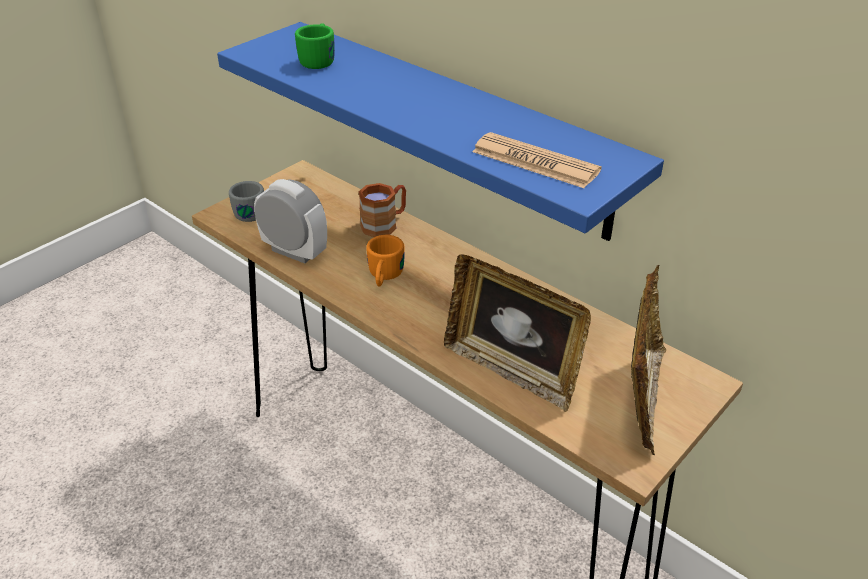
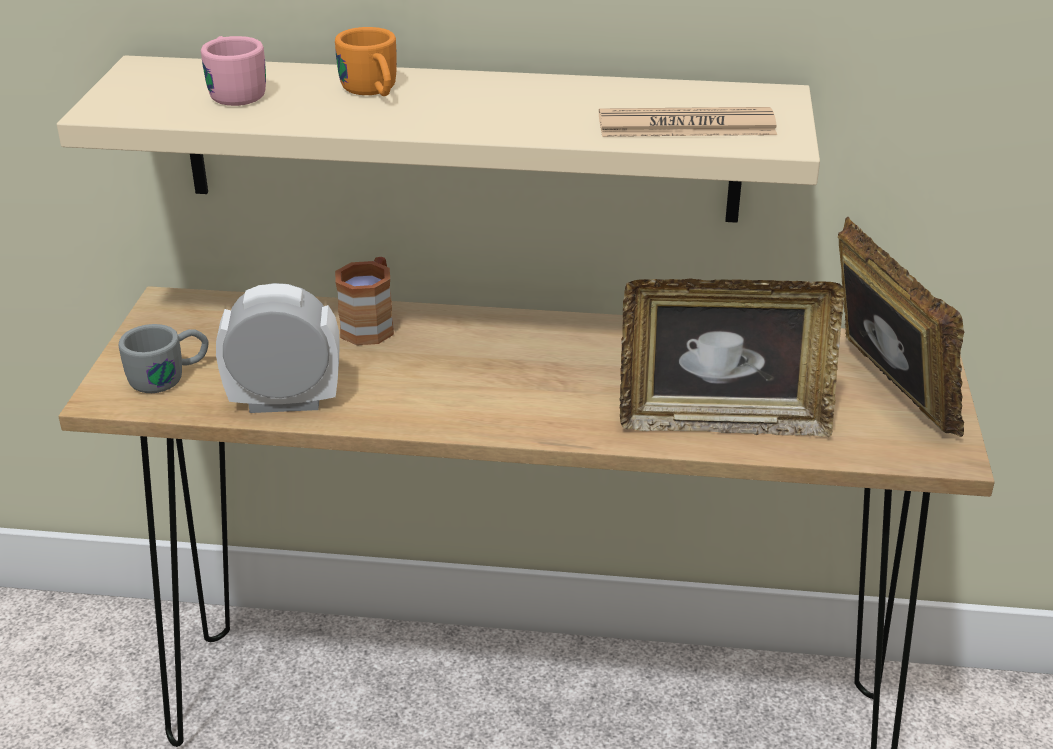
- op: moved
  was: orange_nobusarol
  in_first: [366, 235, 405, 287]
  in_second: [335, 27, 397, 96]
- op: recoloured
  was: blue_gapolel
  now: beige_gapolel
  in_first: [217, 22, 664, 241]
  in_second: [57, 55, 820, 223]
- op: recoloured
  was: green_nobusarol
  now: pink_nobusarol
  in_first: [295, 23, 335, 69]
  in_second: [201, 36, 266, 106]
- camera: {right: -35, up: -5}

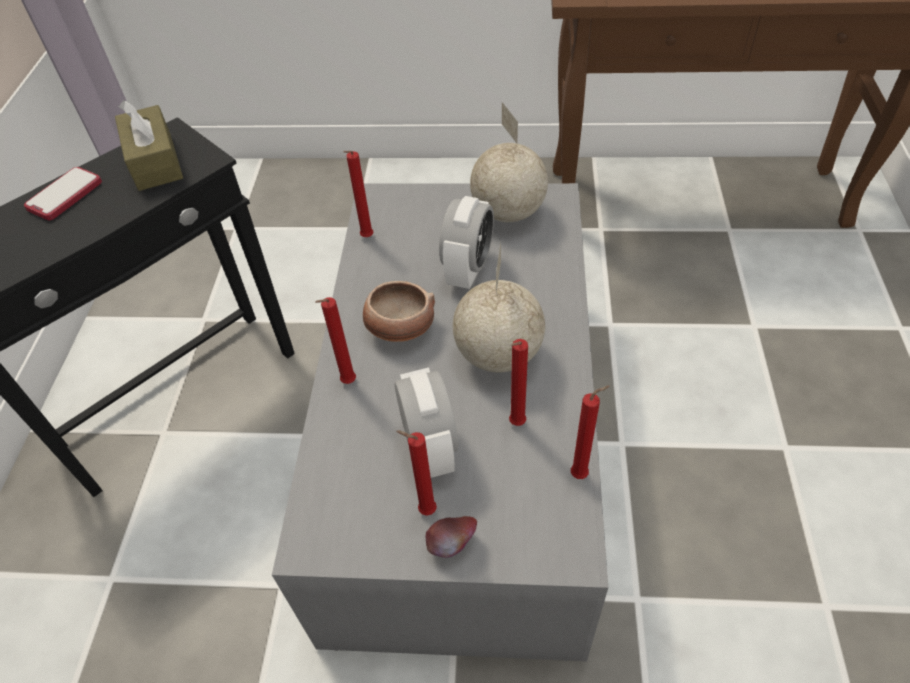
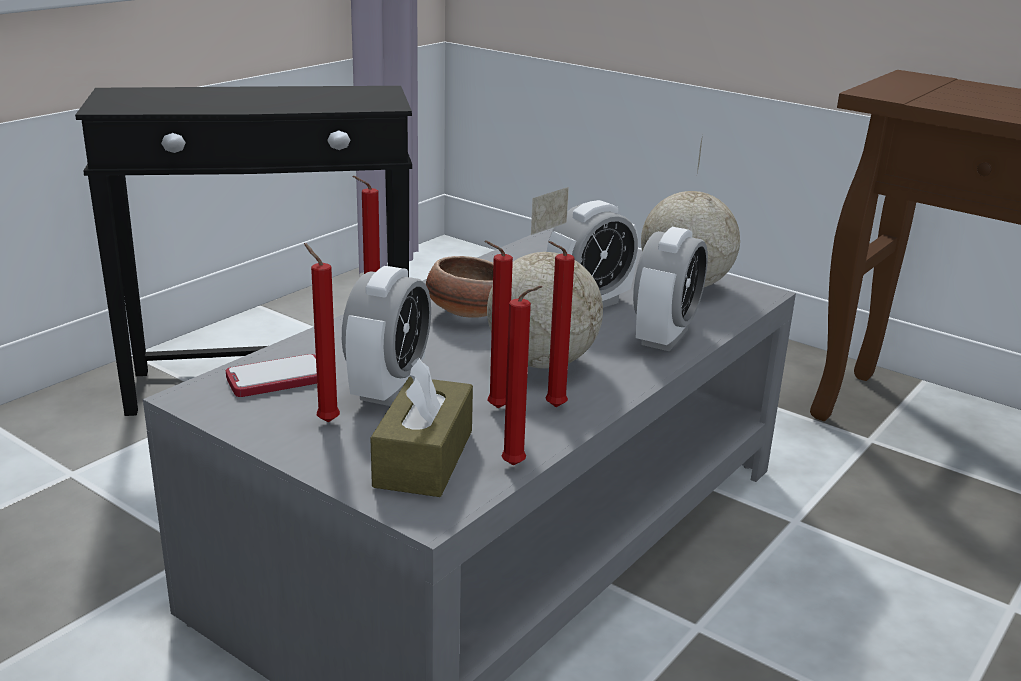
- op: removed
  was: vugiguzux
  in_first: [426, 516, 477, 558]
- op: added
  now: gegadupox
  in_second: [633, 227, 708, 351]
- op: moved
  was: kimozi
  in_first: [24, 167, 102, 220]
  in_second: [226, 354, 317, 397]
- op: moved
  was: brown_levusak
  in_first: [115, 100, 183, 191]
  in_second: [370, 357, 473, 497]
- op: moved
  was: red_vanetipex
  in_first: [344, 151, 374, 237]
  in_second: [545, 241, 575, 407]
- camera: {right: 30, up: -25}

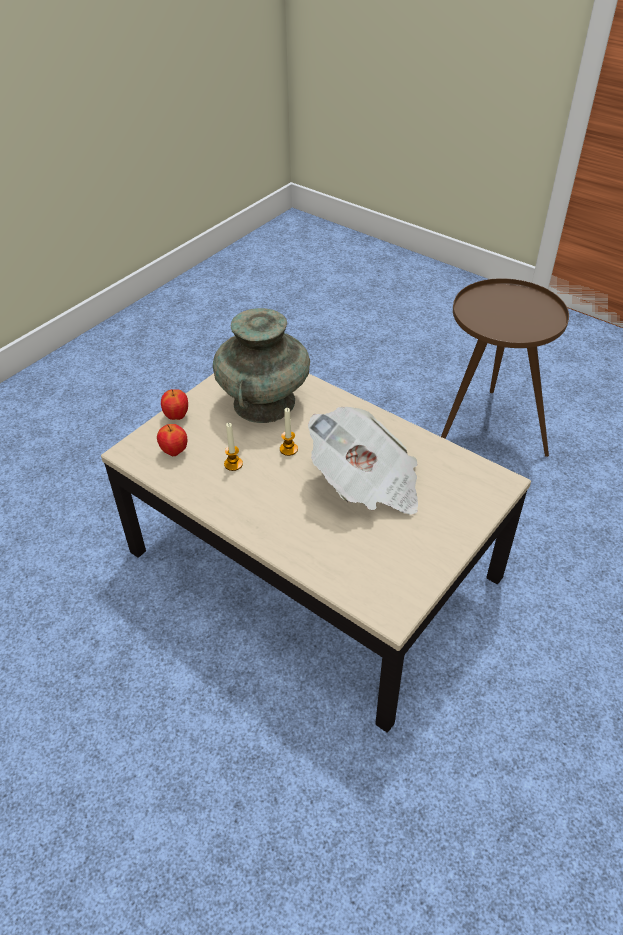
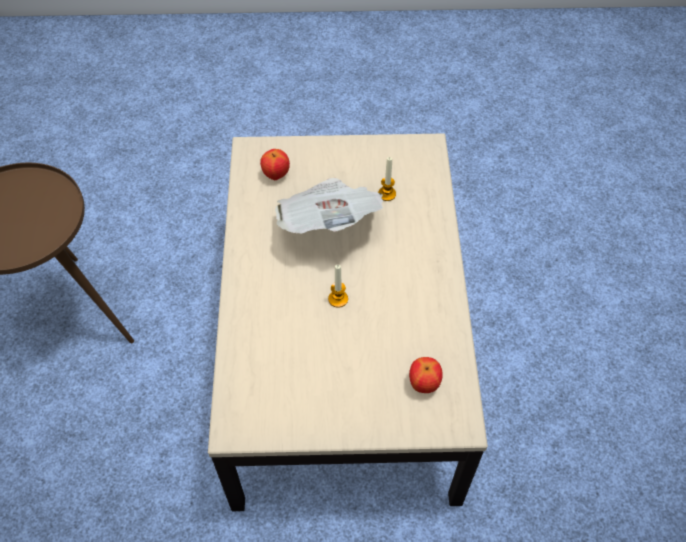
- op: removed
  was: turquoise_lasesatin
  in_first: [213, 308, 310, 423]
- op: moved
  was: vugiguzux
  in_first: [161, 389, 188, 420]
  in_second: [260, 149, 290, 180]
- op: moved
  was: vanetipex
  in_first: [224, 423, 243, 471]
  in_second: [378, 157, 396, 201]
- camera: {right: -130, up: 10}

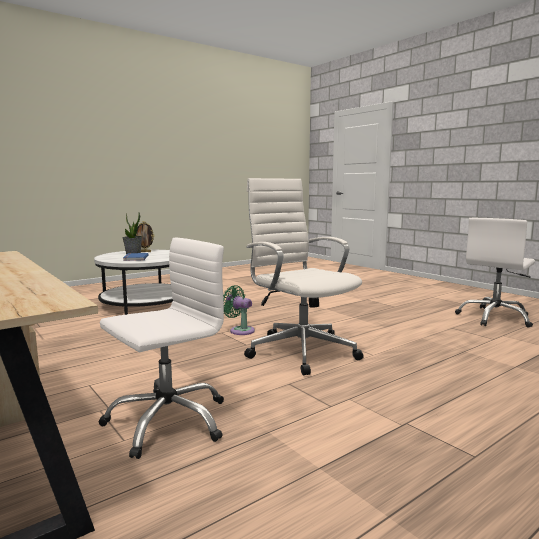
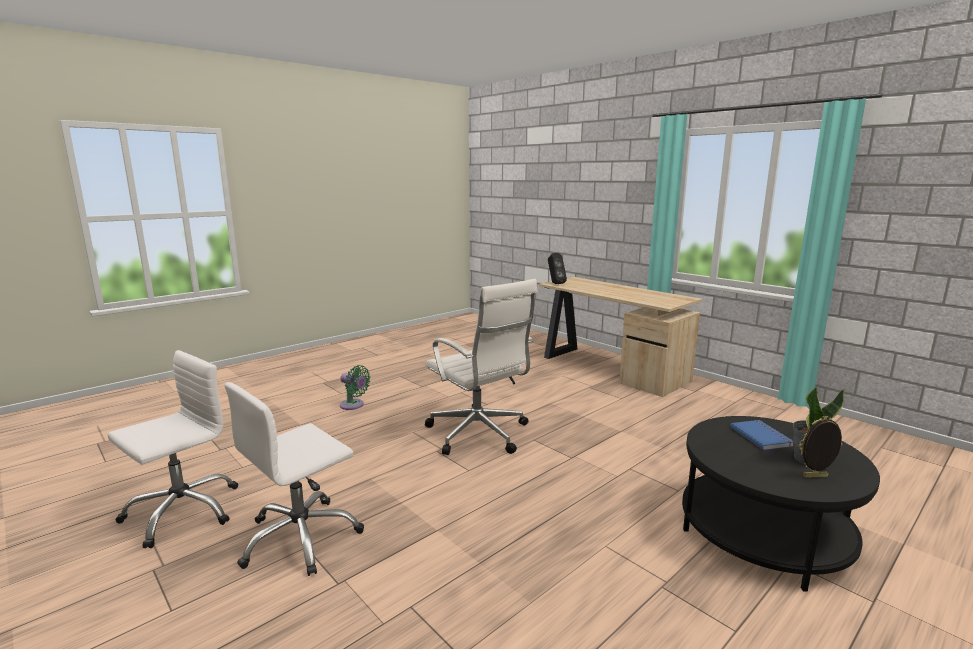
- op: added
  now: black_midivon
  in_second: [548, 253, 567, 284]
- op: moved
  was: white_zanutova
  in_first: [99, 238, 224, 459]
  in_second: [224, 382, 364, 576]
- op: moved
  was: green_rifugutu
  in_first: [223, 285, 255, 335]
  in_second: [340, 365, 370, 410]
- op: recoloured
  was: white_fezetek
  now: black_fezetek
  in_first: [94, 250, 173, 315]
  in_second: [682, 416, 880, 592]
- camera: {right: 175, up: 5}

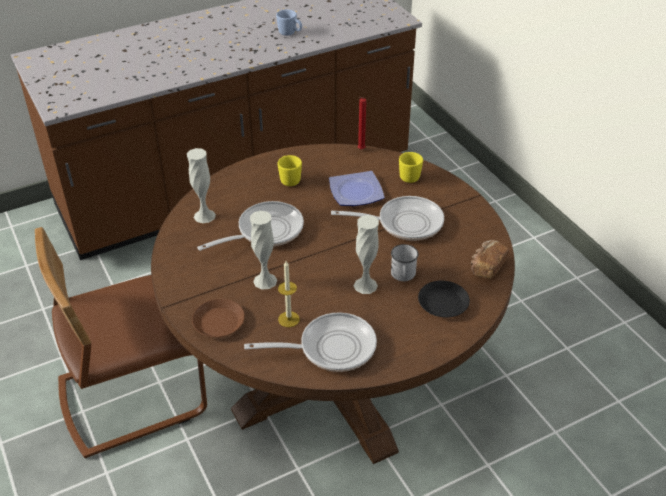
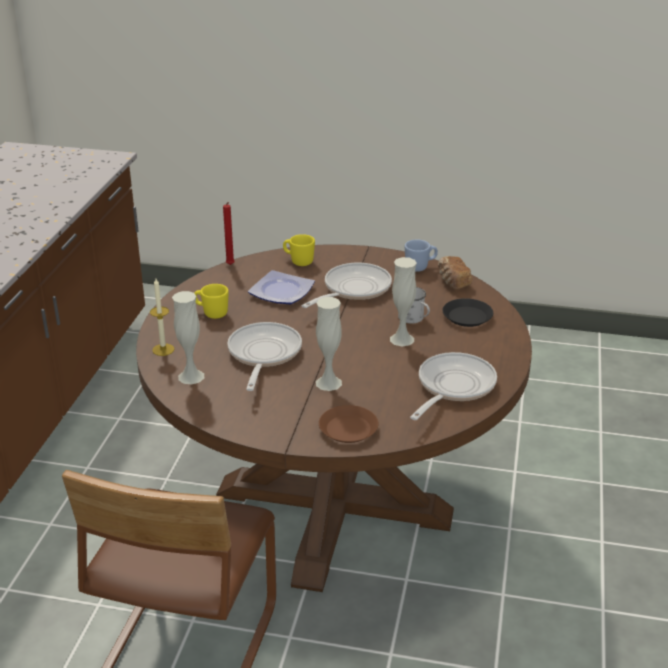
- op: moved
  was: blue_nobusarol
  in_first: [276, 10, 302, 36]
  in_second: [405, 240, 438, 272]
- op: moved
  was: vanetipex
  in_first: [278, 261, 300, 327]
  in_second: [150, 279, 175, 356]
- camera: {right: -50, up: -10}

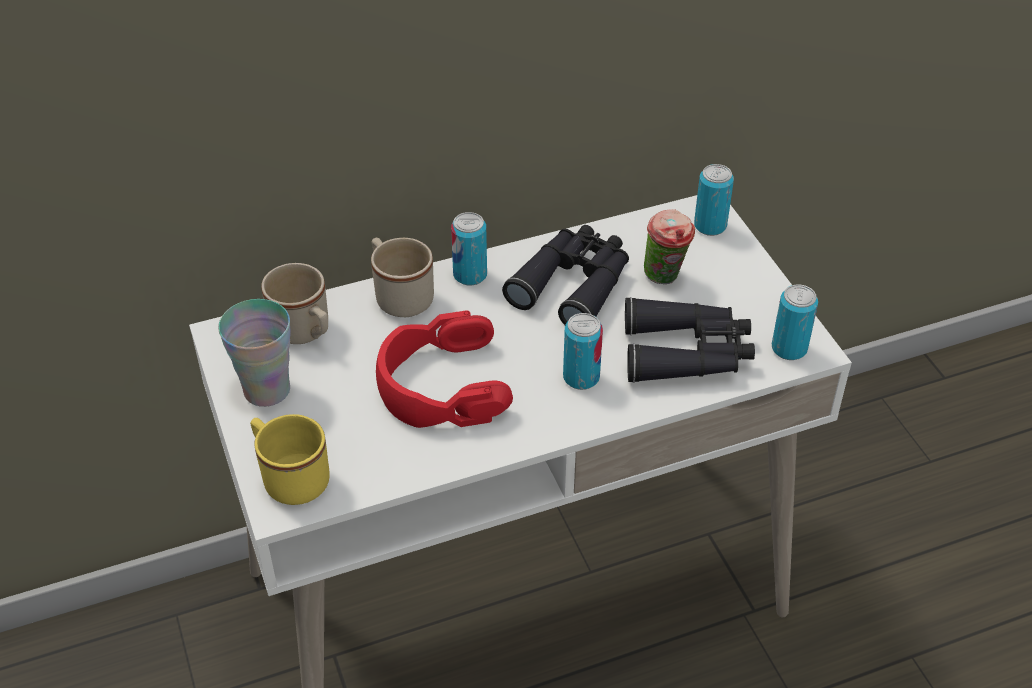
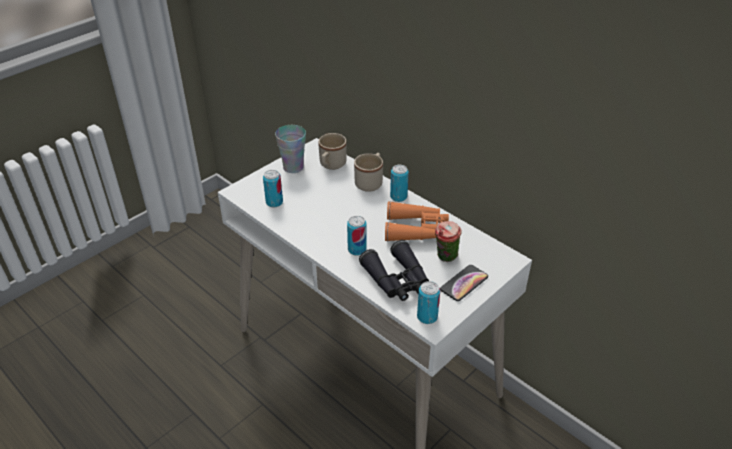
- op: removed
  was: yellow_nobusarol
  in_first: [250, 414, 329, 505]
- op: removed
  was: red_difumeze
  in_first: [376, 310, 513, 428]
- op: added
  now: kimozi
  in_second: [440, 265, 488, 301]
- op: moved
  was: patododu
  in_first: [694, 164, 734, 236]
  in_second: [263, 170, 283, 207]
- op: recoloured
  was: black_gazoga
  now: orange_gazoga
  in_first: [502, 225, 629, 325]
  in_second: [385, 201, 449, 242]
- camera: {right: 65, up: -5}

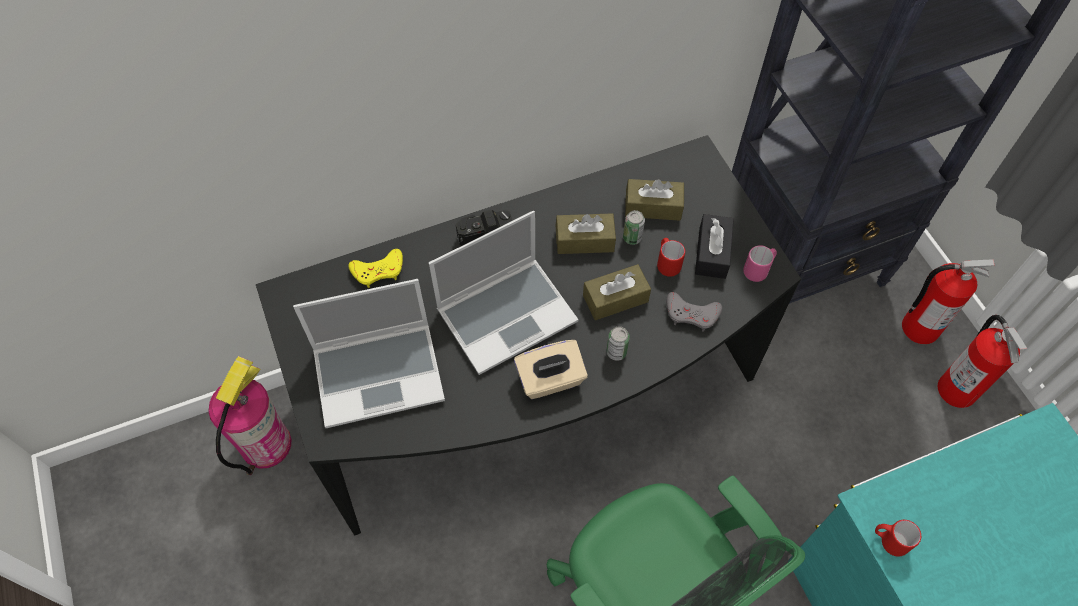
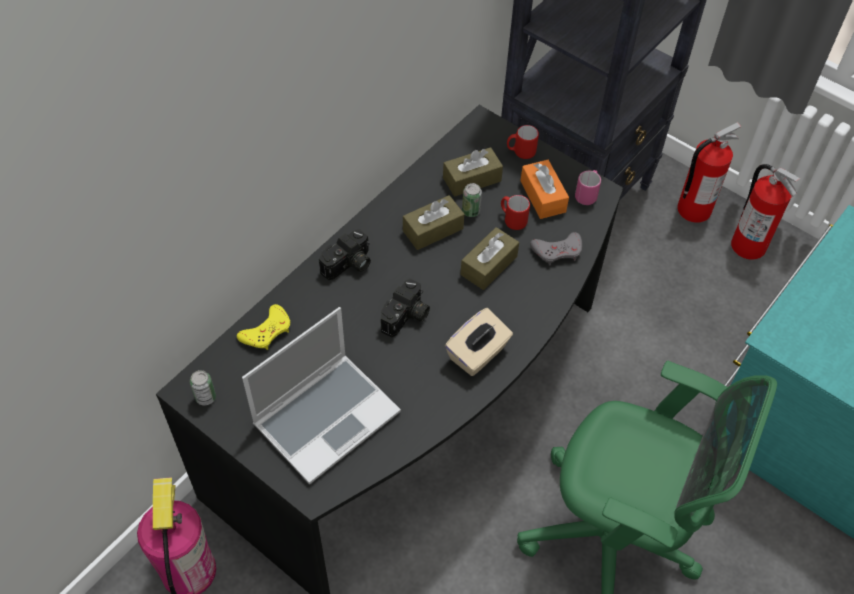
- op: moved
  was: patododu
  in_first: [606, 326, 630, 361]
  in_second: [190, 370, 216, 406]
- op: moved
  was: red_nobusarol
  in_first: [875, 520, 921, 556]
  in_second: [507, 125, 539, 159]
- op: replaced
  was: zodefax
  now: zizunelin
  in_first: [429, 211, 579, 375]
  in_second: [381, 279, 430, 337]
- op: recoloured
  was: black_levusak
  now: orange_levusak
  in_first: [695, 214, 734, 279]
  in_second: [521, 160, 569, 219]
- camera: {right: -30, up: -5}

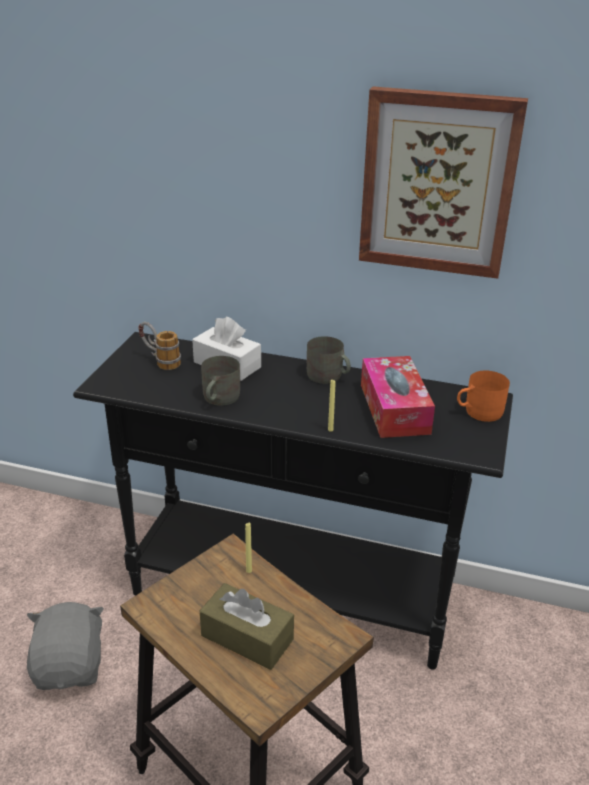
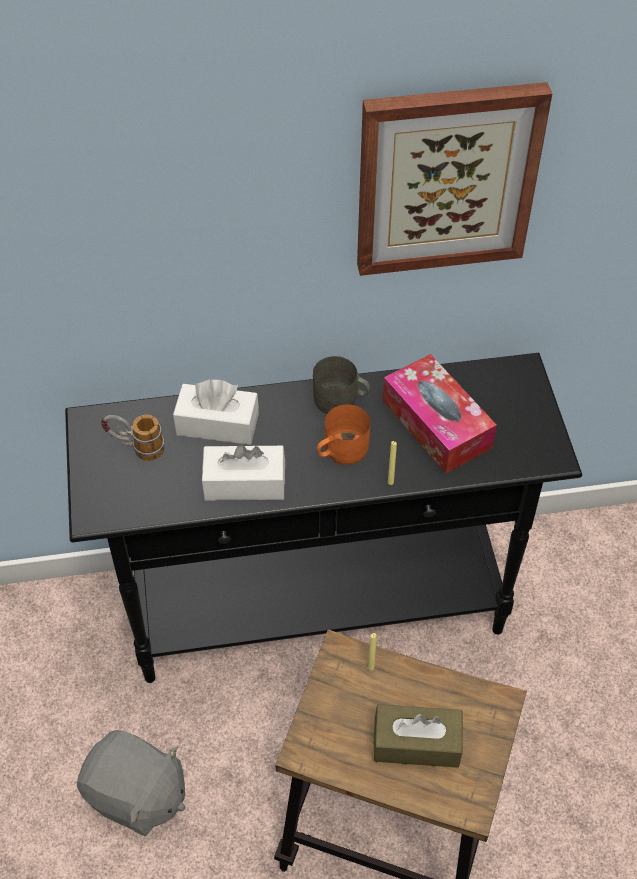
- op: moved
  was: orange_nobusarol
  in_first: [457, 371, 510, 422]
  in_second: [317, 404, 370, 465]
- op: replaced
  was: grey_nobusarol
  now: white_levusak
  in_first: [201, 356, 240, 406]
  in_second: [202, 444, 285, 501]
- op: turned
  was: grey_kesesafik
  in_first: [27, 602, 104, 690]
  in_second: [77, 730, 185, 836]
  clockwise: 150
- camera: {right: -25, up: 20}

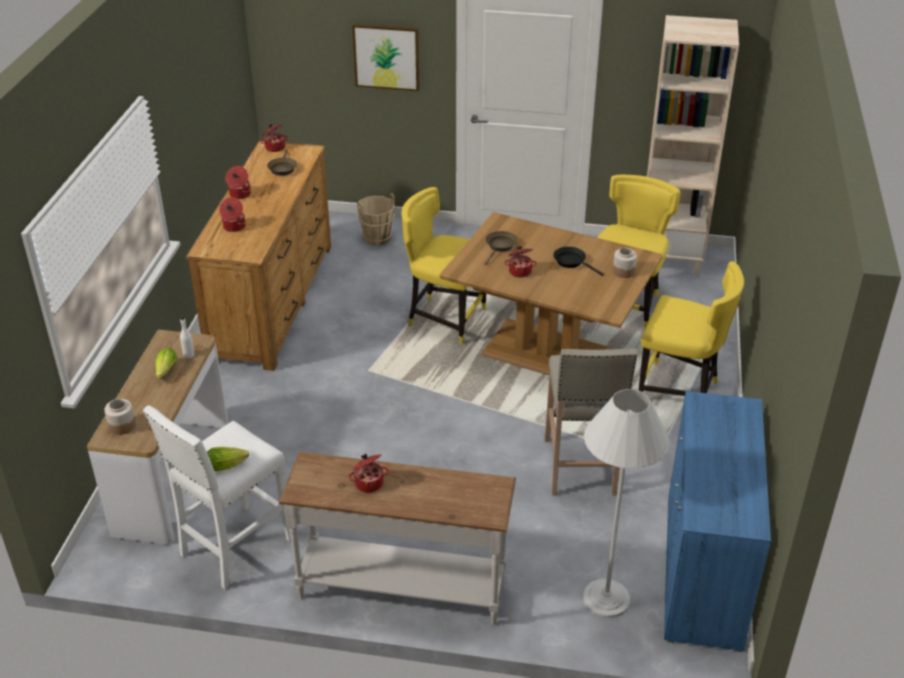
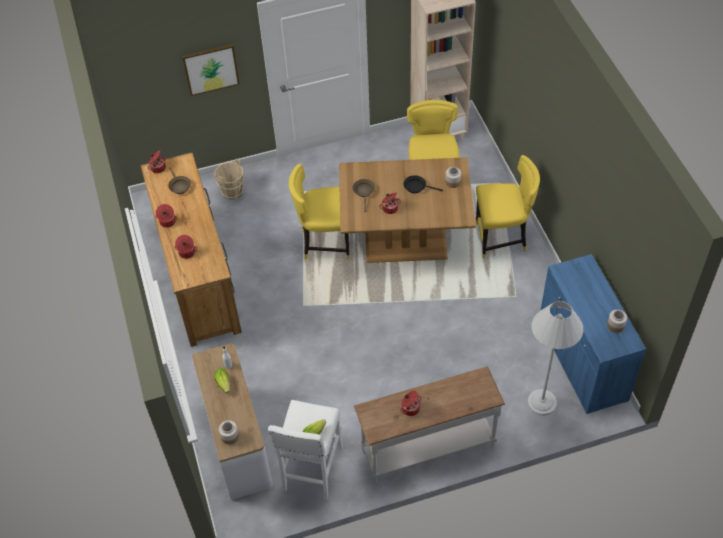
- op: removed
  was: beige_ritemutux
  in_first: [545, 349, 638, 496]
- op: added
  now: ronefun
  in_second: [607, 309, 627, 333]
- camera: {right: -25, up: 15}

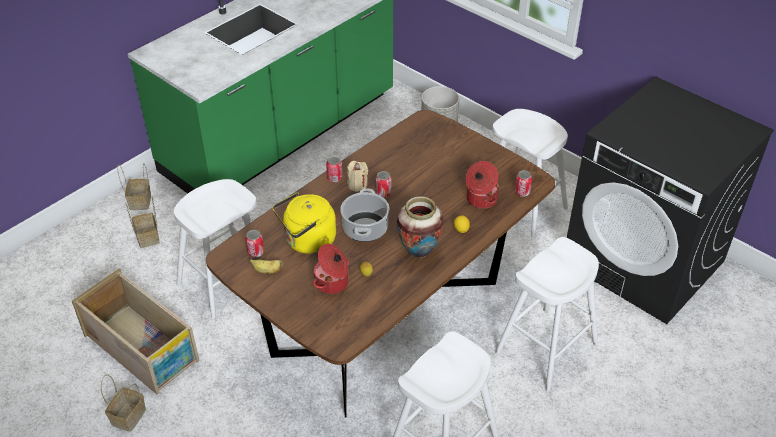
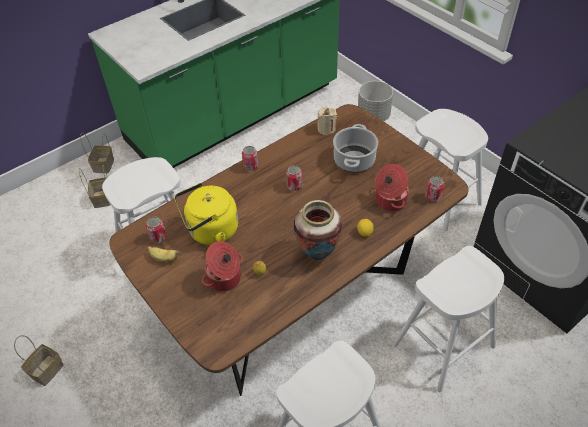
- op: removed
  was: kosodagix
  in_first: [72, 268, 200, 394]
- op: moved
  was: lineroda
  in_first: [340, 188, 389, 242]
  in_second: [333, 124, 378, 172]
- op: moved
  was: beige_vanetipex
  in_first: [347, 161, 368, 192]
  in_second: [317, 106, 337, 135]
- camera: {right: 10, up: 5}

